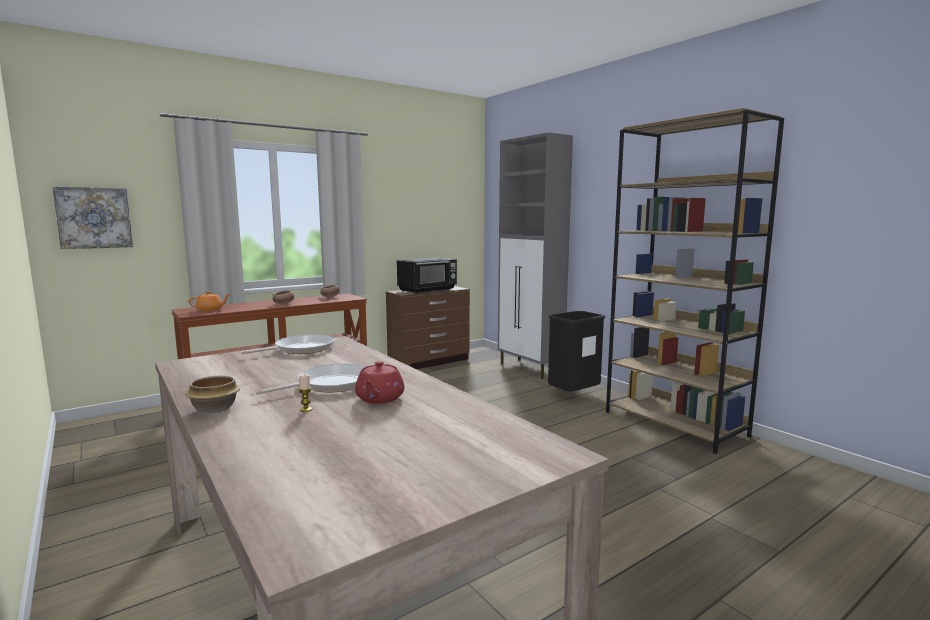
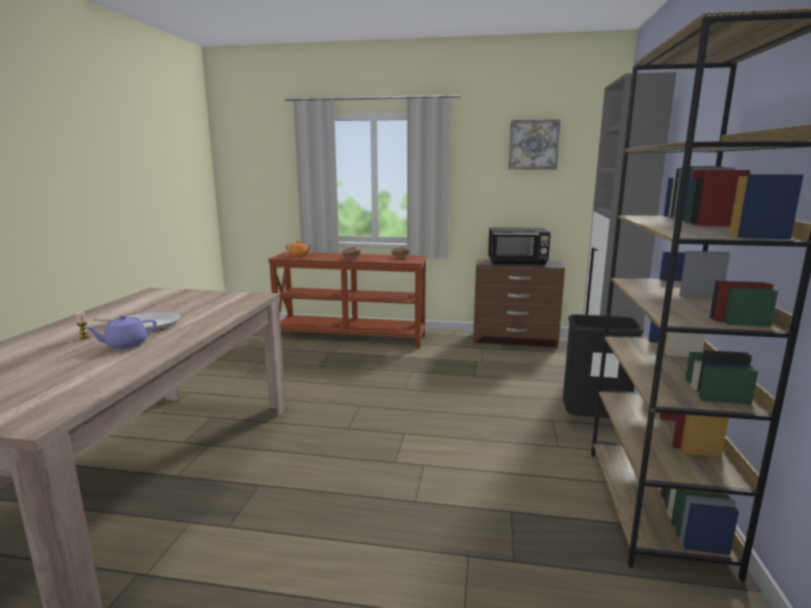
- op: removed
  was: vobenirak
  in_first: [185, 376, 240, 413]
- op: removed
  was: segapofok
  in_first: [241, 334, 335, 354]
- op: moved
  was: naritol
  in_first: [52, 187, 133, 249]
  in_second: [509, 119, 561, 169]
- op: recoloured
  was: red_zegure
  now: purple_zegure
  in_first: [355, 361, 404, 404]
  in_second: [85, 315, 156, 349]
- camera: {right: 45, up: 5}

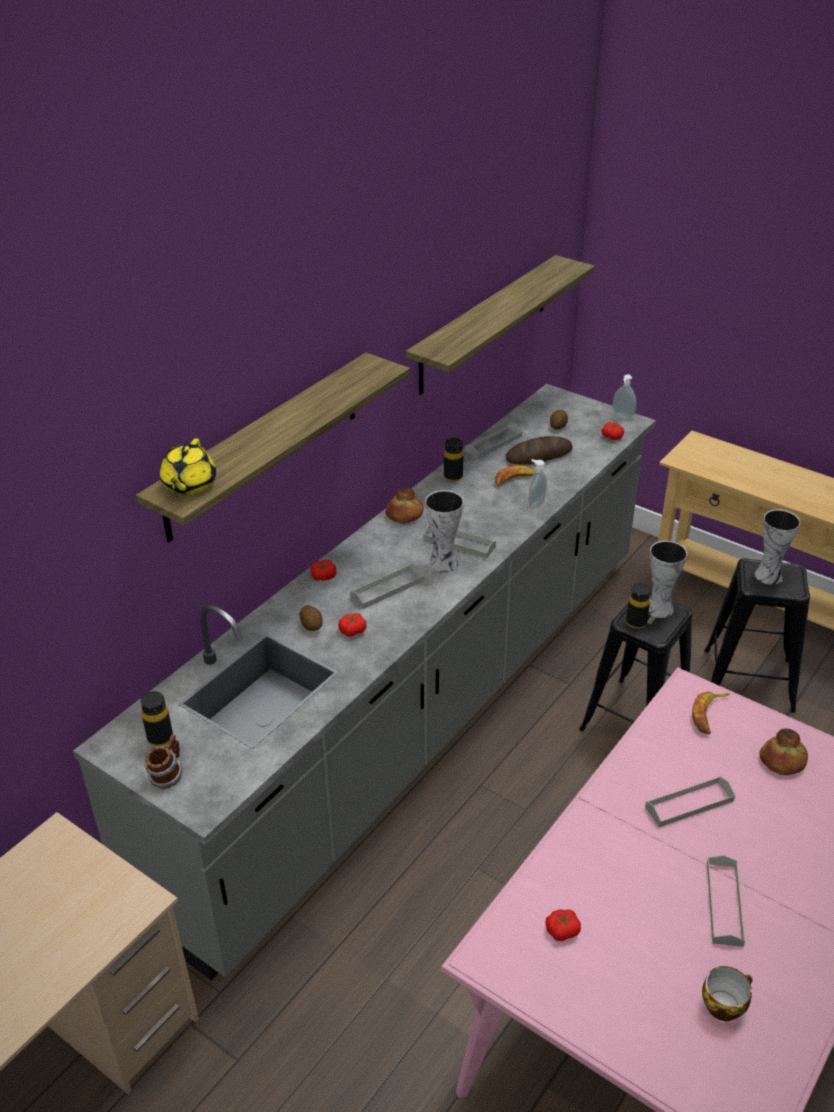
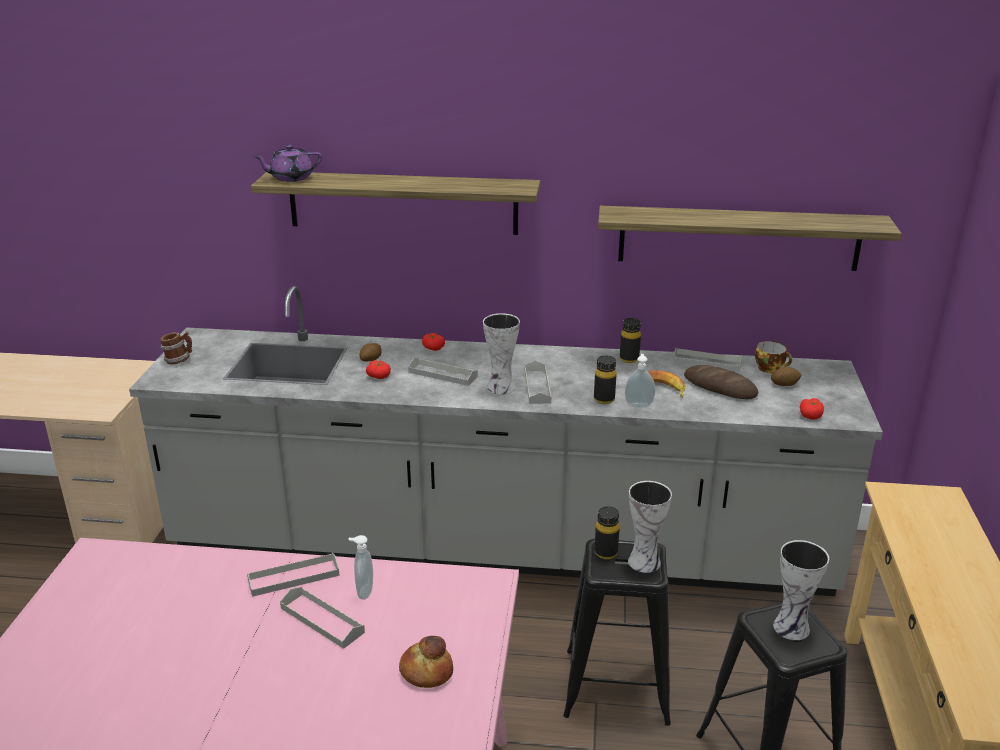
- op: removed
  was: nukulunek
  in_first: [385, 487, 424, 524]
- op: removed
  was: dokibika
  in_first: [545, 909, 581, 941]
- op: removed
  was: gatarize
  in_first: [692, 691, 730, 734]
- op: moved
  was: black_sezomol
  in_first: [141, 691, 173, 746]
  in_second: [594, 356, 616, 404]
- op: moved
  was: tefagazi
  in_first: [613, 374, 636, 419]
  in_second: [348, 535, 373, 600]
- op: moved
  was: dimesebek
  in_first: [702, 966, 752, 1021]
  in_second: [755, 341, 792, 373]
- op: moved
  was: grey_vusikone
  in_first: [707, 855, 745, 947]
  in_second: [247, 553, 340, 597]
- op: recoloured
  was: yellow_zegure
  now: purple_zegure
  in_first: [160, 438, 216, 494]
  in_second: [253, 145, 322, 182]
- camera: {right: 60, up: -10}

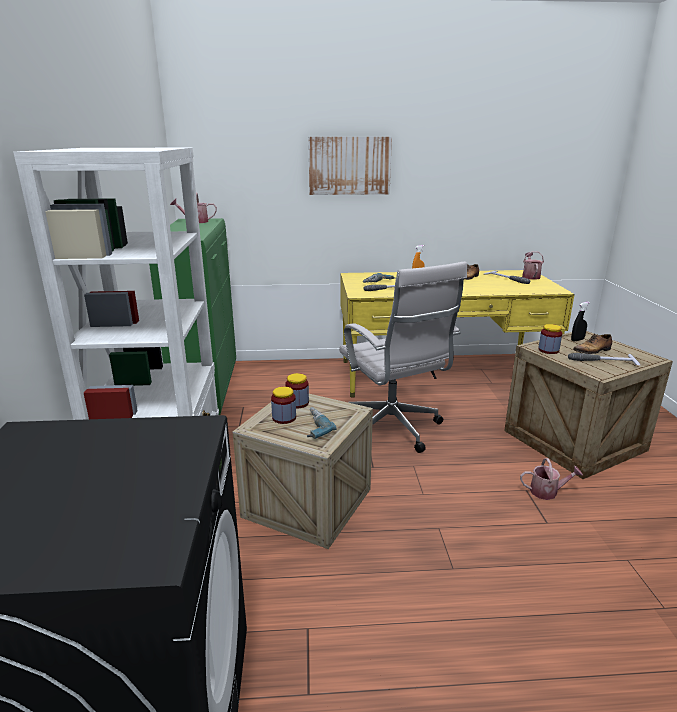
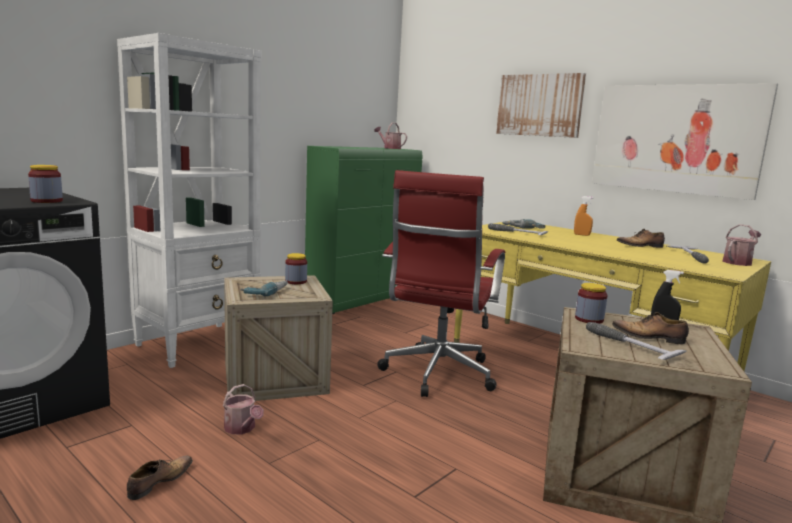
- op: added
  now: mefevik
  in_second: [127, 456, 193, 500]
- op: added
  now: naritol
  in_second: [592, 83, 778, 200]
- op: moved
  was: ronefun
  in_first: [271, 387, 296, 424]
  in_second: [28, 165, 63, 203]
- op: moved
  was: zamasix
  in_first: [520, 458, 583, 500]
  in_second: [223, 384, 264, 434]
- op: recoloured
  was: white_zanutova
  now: red_zanutova
  in_first: [339, 262, 467, 453]
  in_second: [377, 170, 505, 397]
- camera: {right: 45, up: -10}

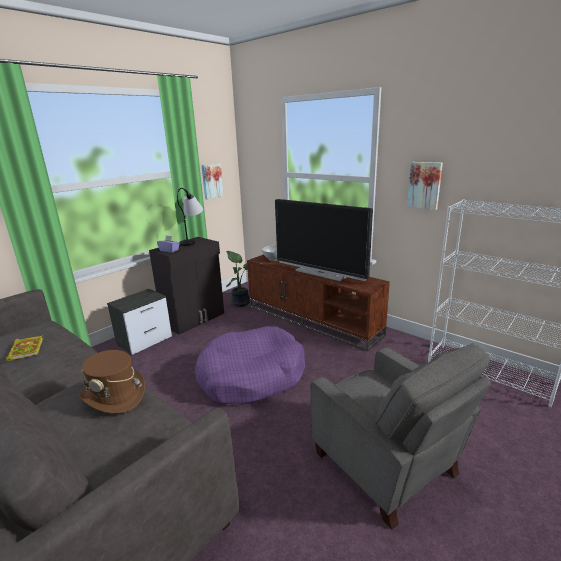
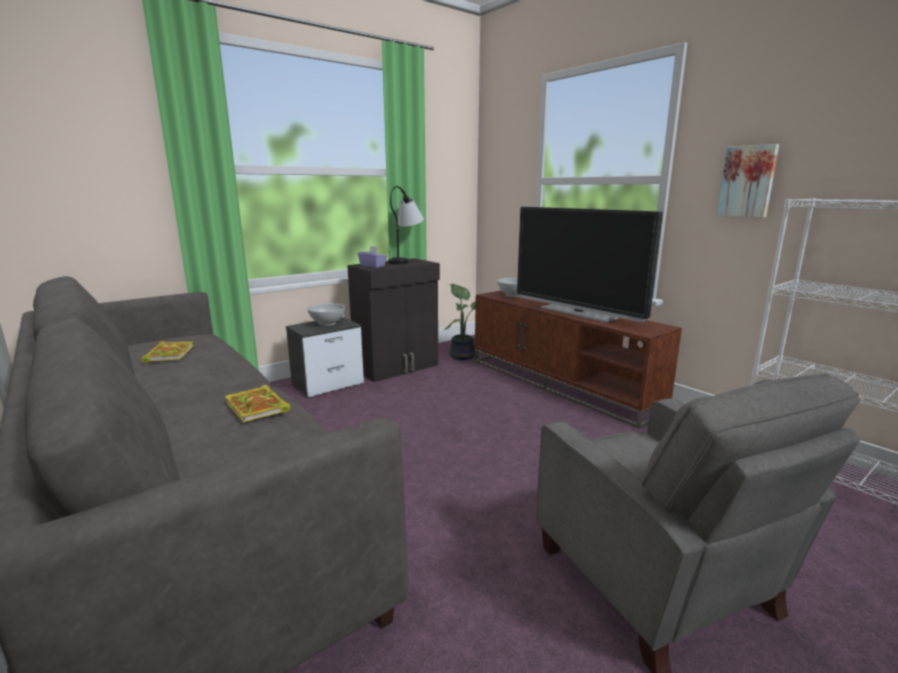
- op: removed
  was: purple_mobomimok
  in_first: [195, 326, 305, 404]
- op: removed
  was: naritol
  in_first: [201, 163, 224, 199]
- op: added
  now: white_vobenirak
  in_second: [307, 303, 345, 326]
- op: replaced
  was: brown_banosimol
  now: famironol
  in_first: [79, 350, 145, 414]
  in_second: [225, 385, 290, 422]
- camera: {right: 10, up: -5}

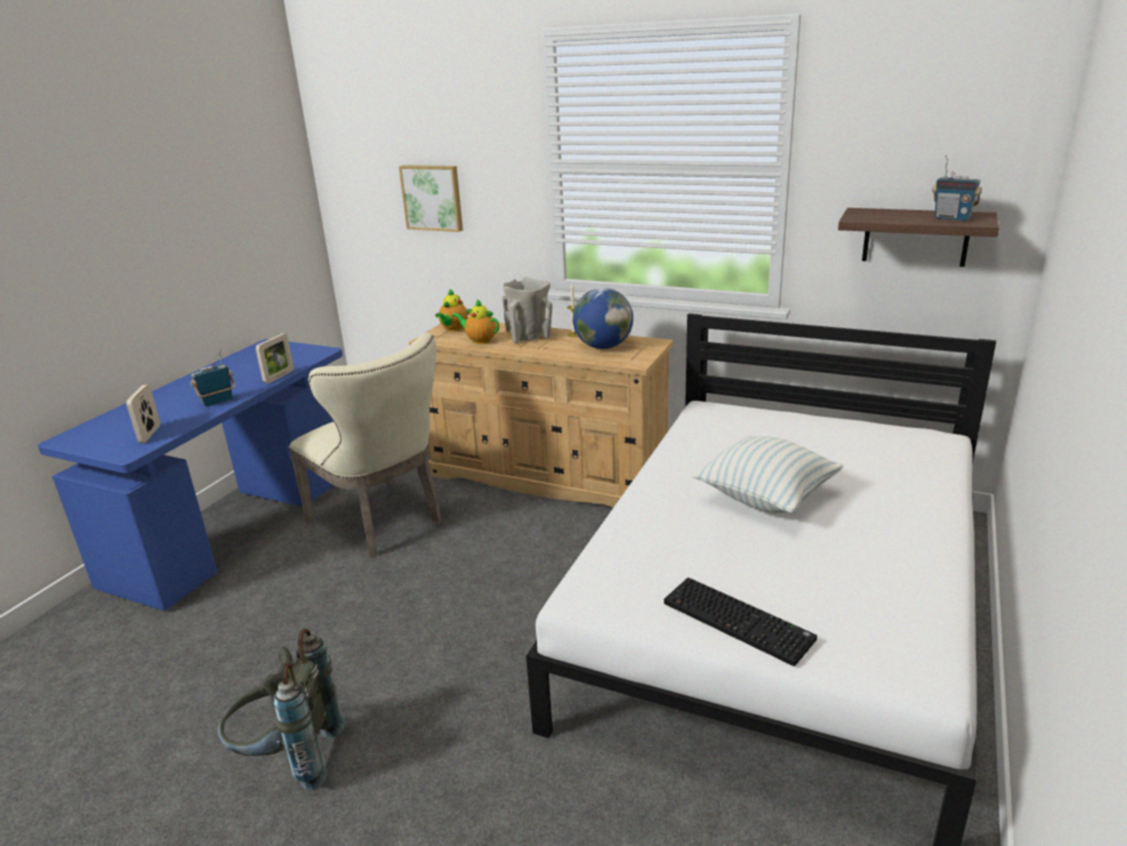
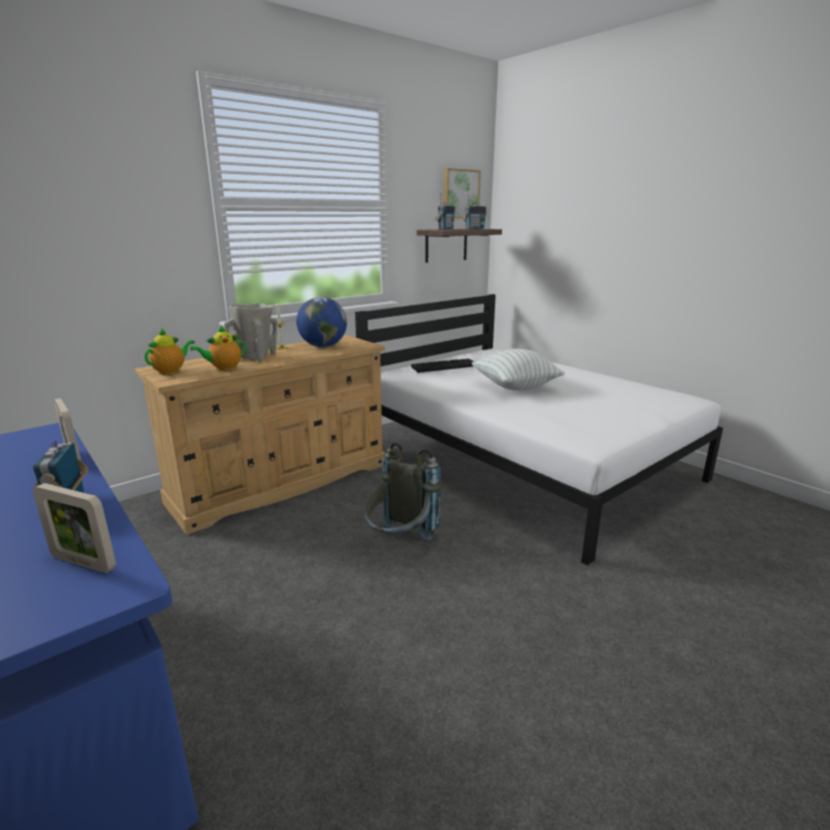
- op: removed
  was: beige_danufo
  in_first: [289, 333, 441, 558]
- op: added
  now: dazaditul
  in_second: [435, 193, 455, 230]
- op: moved
  was: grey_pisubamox
  in_first: [217, 628, 345, 790]
  in_second: [365, 442, 441, 540]
- op: moved
  was: naritol
  in_first: [399, 165, 463, 232]
  in_second: [443, 168, 481, 219]
- op: moved
  was: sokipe
  in_first: [664, 578, 817, 666]
  in_second: [411, 359, 474, 373]
- op: turned
  was: zegure
  in_first: [435, 289, 468, 332]
  in_second: [144, 328, 195, 375]
  clockwise: -105
- camera: {right: -65, up: -5}

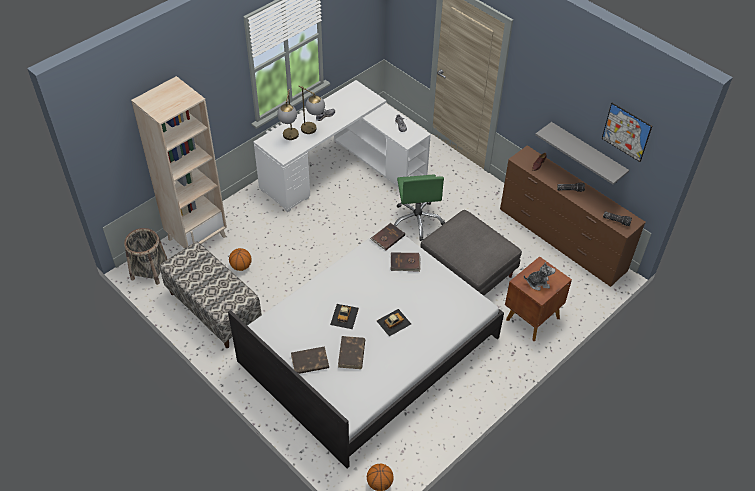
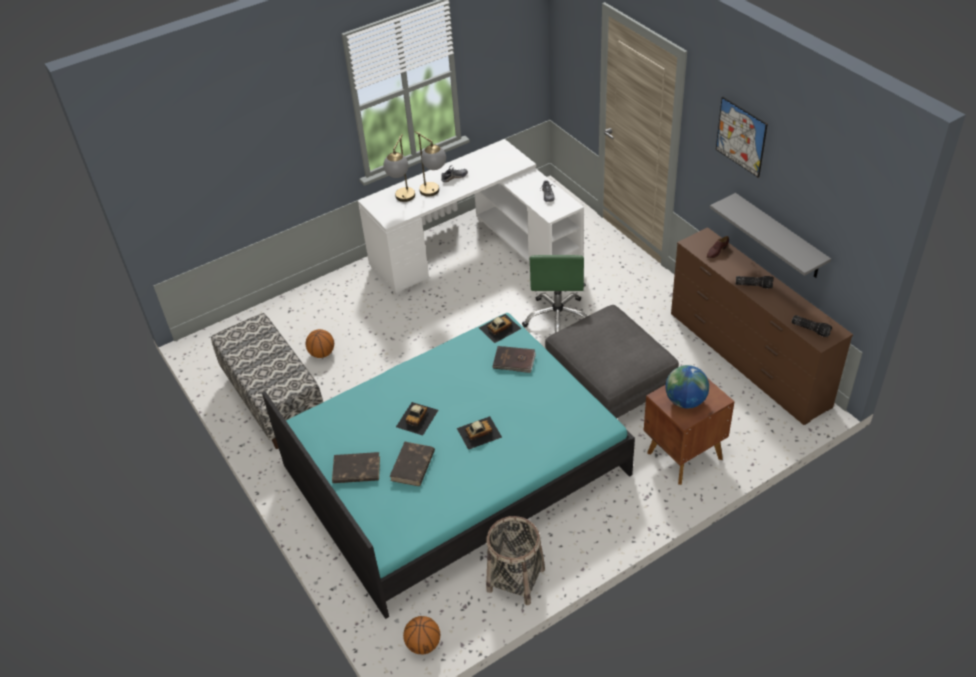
- op: removed
  was: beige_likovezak
  in_first: [131, 76, 227, 249]
- op: moved
  was: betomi
  in_first: [124, 228, 167, 285]
  in_second: [486, 516, 545, 605]
- op: moved
  was: naritol
  in_first: [602, 103, 652, 162]
  in_second: [716, 97, 768, 178]
- op: replaced
  was: brown_famironol
  now: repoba
  in_first: [370, 223, 405, 250]
  in_second: [479, 314, 521, 343]
- op: replaced
  was: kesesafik
  now: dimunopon
  in_first: [524, 262, 555, 291]
  in_second: [665, 365, 709, 408]
- op: recoloured
  was: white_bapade
  now: turquoise_bapade
  in_first: [228, 226, 504, 468]
  in_second: [262, 313, 635, 619]
- camera: {right: 15, up: -5}

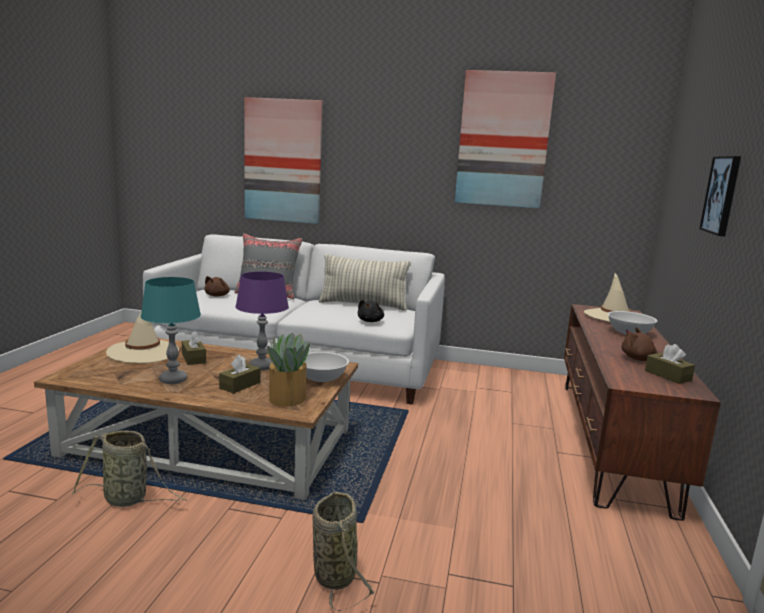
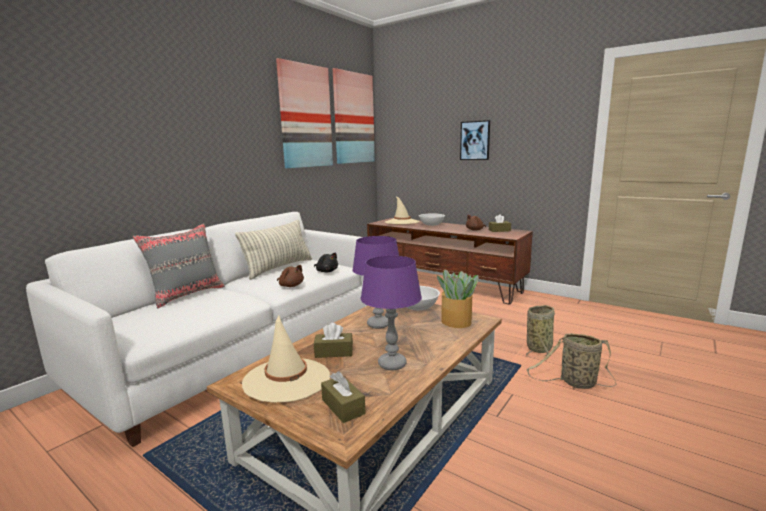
- op: moved
  was: betomi
  in_first: [72, 430, 187, 507]
  in_second: [526, 305, 555, 356]
- op: moved
  was: brown_kesesafik
  in_first: [204, 276, 230, 297]
  in_second: [277, 265, 304, 287]
- op: moved
  was: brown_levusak
  in_first: [219, 355, 260, 394]
  in_second: [321, 371, 366, 423]
- op: moved
  was: naritol
  in_first: [244, 97, 322, 224]
  in_second: [333, 68, 375, 164]
- op: recoloured
  was: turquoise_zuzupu
  now: purple_zuzupu
  in_first: [140, 277, 201, 384]
  in_second: [361, 256, 422, 370]
- camera: {right: -65, up: 0}

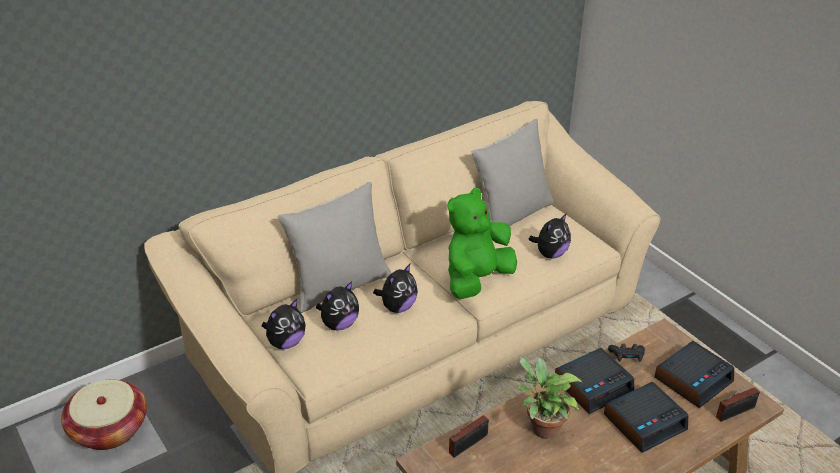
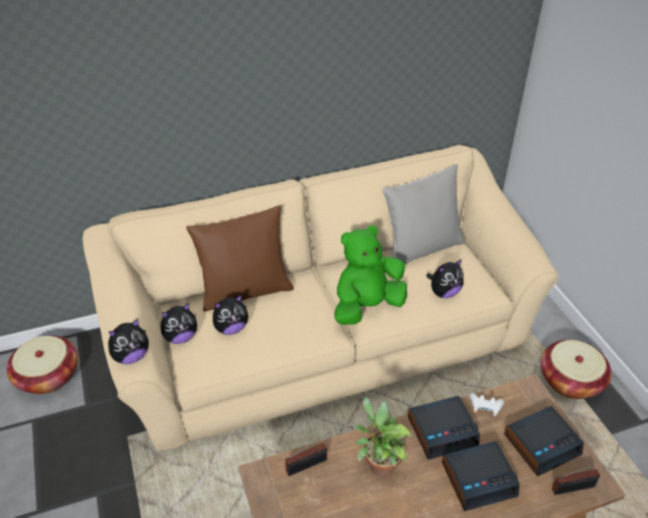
- op: added
  now: betomi
  in_second: [541, 340, 612, 399]
- op: moved
  was: kesesafik
  in_first: [373, 264, 418, 313]
  in_second: [108, 319, 149, 364]
- op: recoloured
  was: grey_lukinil
  now: brown_lukinil
  in_first: [278, 182, 392, 313]
  in_second: [186, 205, 294, 312]
- op: recoloured
  was: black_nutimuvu
  now: white_nutimuvu
  in_first: [608, 343, 645, 362]
  in_second: [469, 393, 504, 416]
- camera: {right: 15, up: 5}

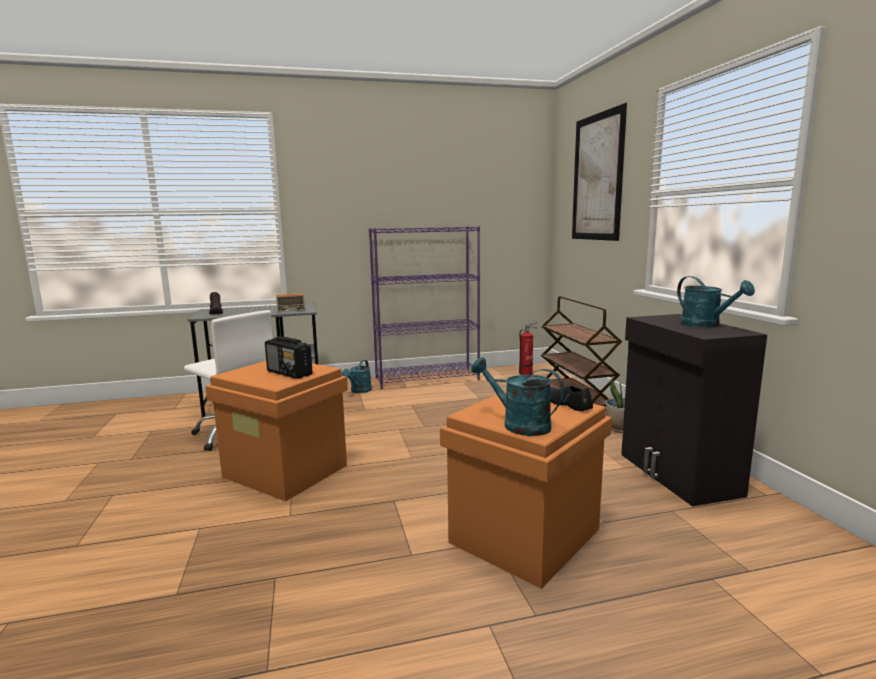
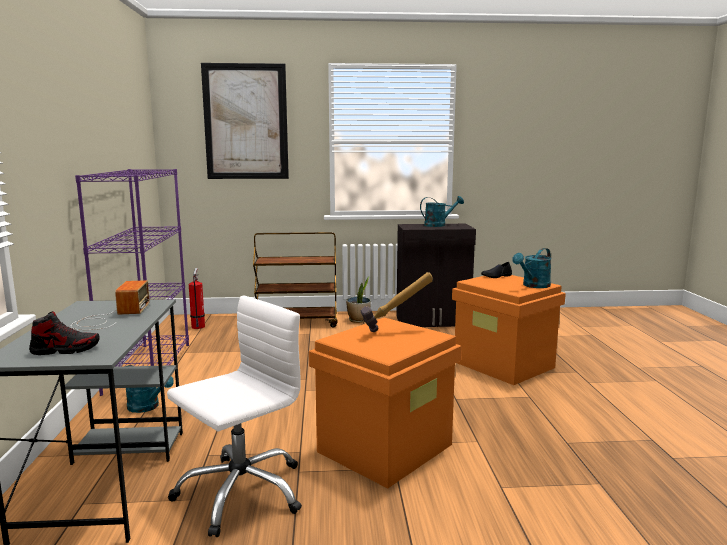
- op: replaced
  was: dazaditul
  now: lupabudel
  in_first: [265, 336, 313, 379]
  in_second: [360, 272, 433, 332]
- camera: {right: -80, up: 0}

